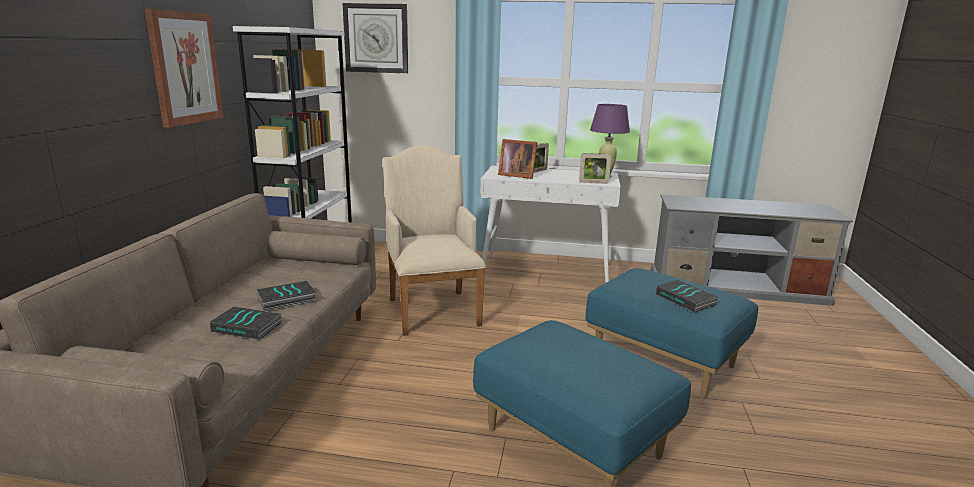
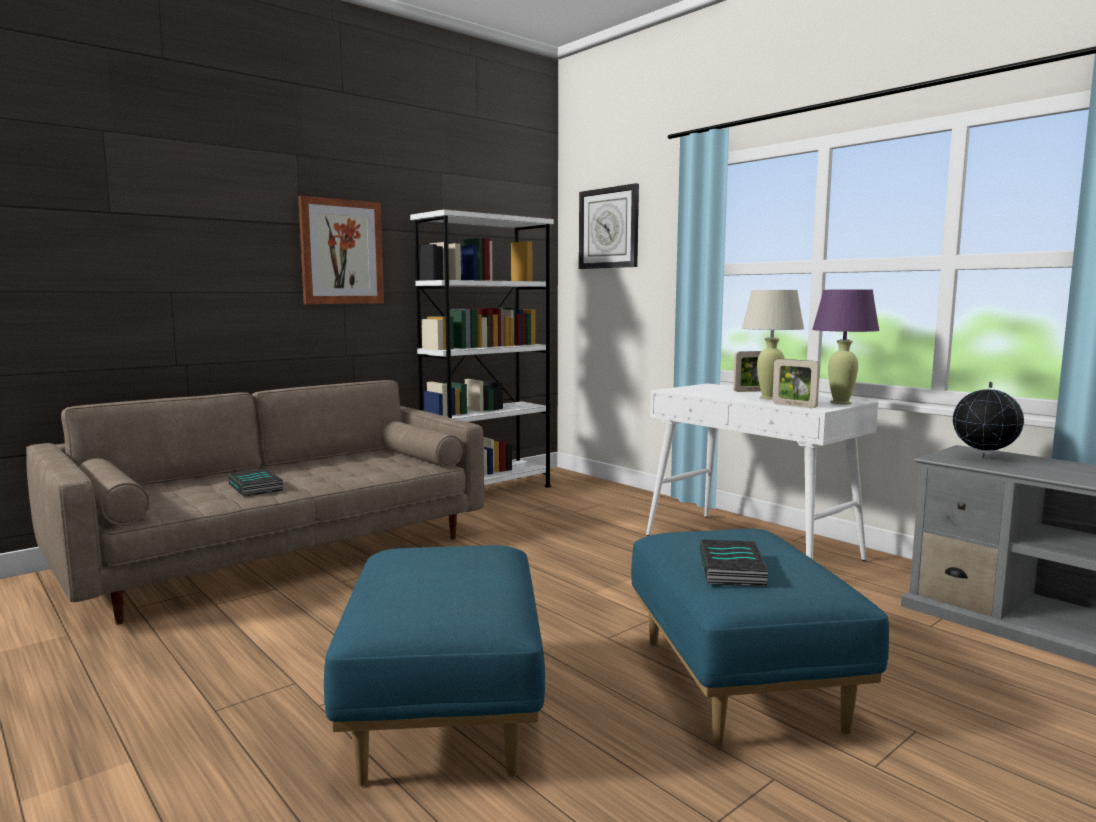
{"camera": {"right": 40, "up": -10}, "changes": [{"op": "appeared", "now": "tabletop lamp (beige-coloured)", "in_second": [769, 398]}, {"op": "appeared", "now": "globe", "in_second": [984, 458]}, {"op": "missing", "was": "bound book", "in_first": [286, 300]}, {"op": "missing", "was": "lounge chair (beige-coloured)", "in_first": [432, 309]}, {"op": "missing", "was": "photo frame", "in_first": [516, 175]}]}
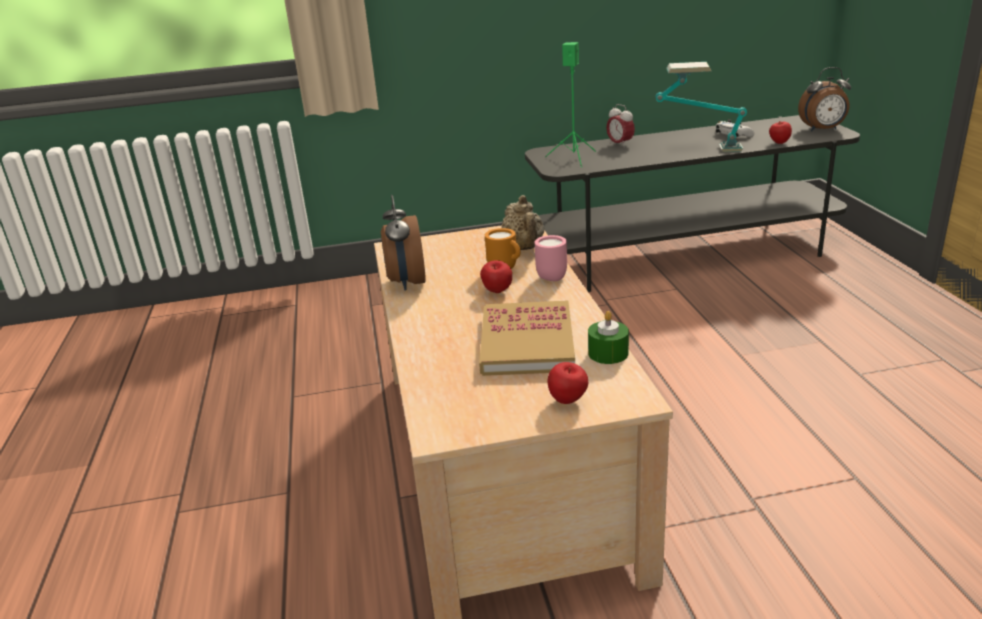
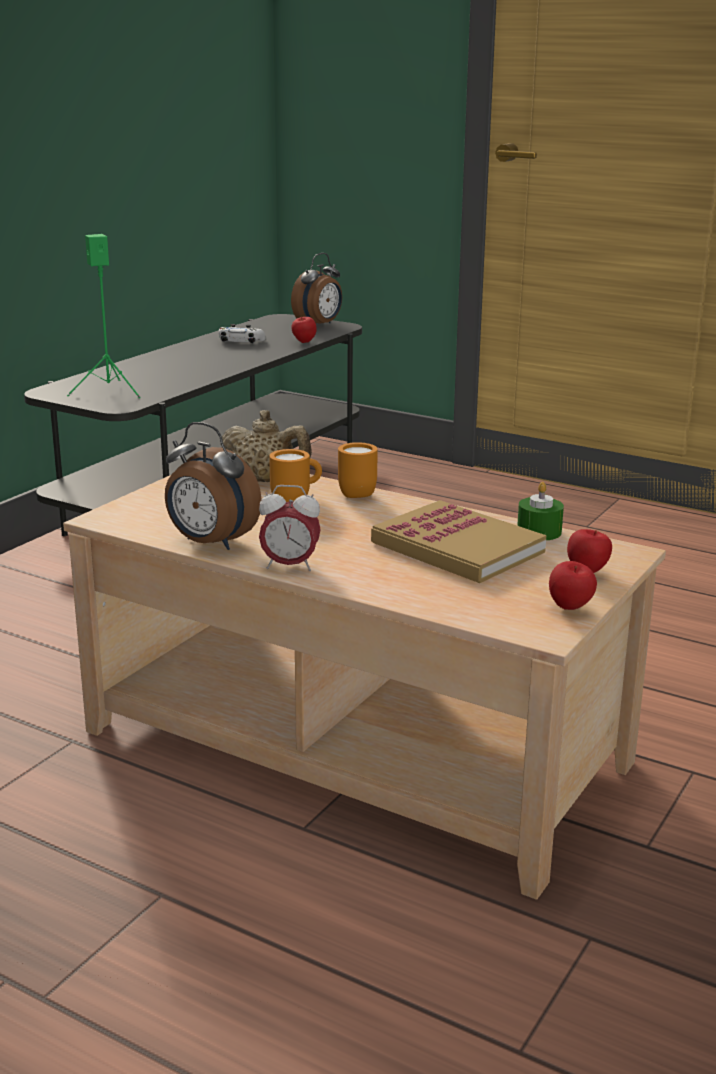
{"camera": {"right": -50, "up": -5}, "changes": [{"op": "relocated", "was": "alarm clock", "in_first": [620, 144], "in_second": [290, 566]}, {"op": "colour", "was": "tea mug (pinkish)", "now": "tea mug (orangey)", "in_first": [554, 276], "in_second": [355, 493]}, {"op": "relocated", "was": "apple", "in_first": [497, 292], "in_second": [570, 608]}, {"op": "missing", "was": "tabletop lamp", "in_first": [698, 150]}]}
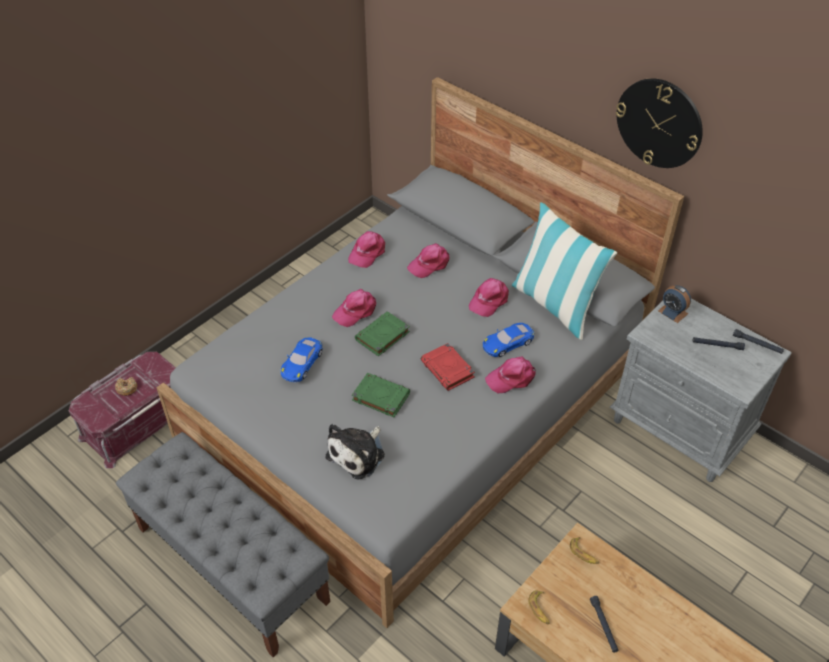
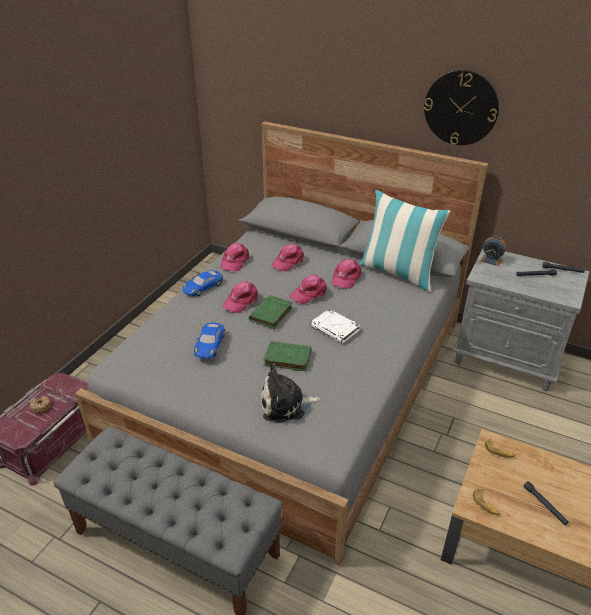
{"camera": {"right": -15, "up": -10}, "changes": [{"op": "relocated", "was": "miniature car (bluish)", "in_first": [508, 343], "in_second": [203, 286]}, {"op": "spun", "was": "soft toy", "in_first": [358, 454], "in_second": [286, 405], "clockwise": 60}, {"op": "relocated", "was": "peaked cap (pinkish)", "in_first": [511, 378], "in_second": [309, 293]}, {"op": "colour", "was": "bound book (reddish)", "now": "bound book (whitish)", "in_first": [448, 370], "in_second": [335, 329]}]}
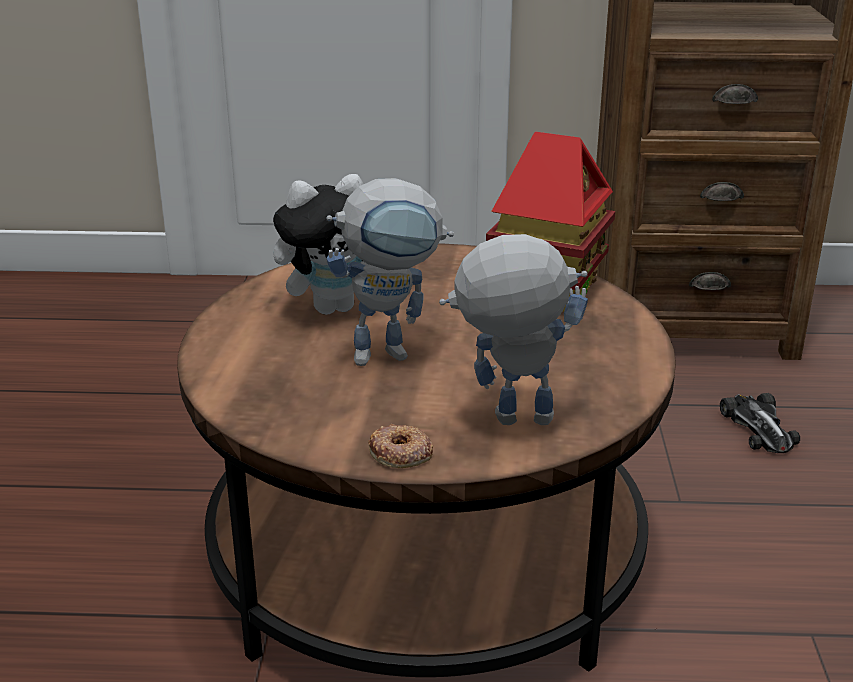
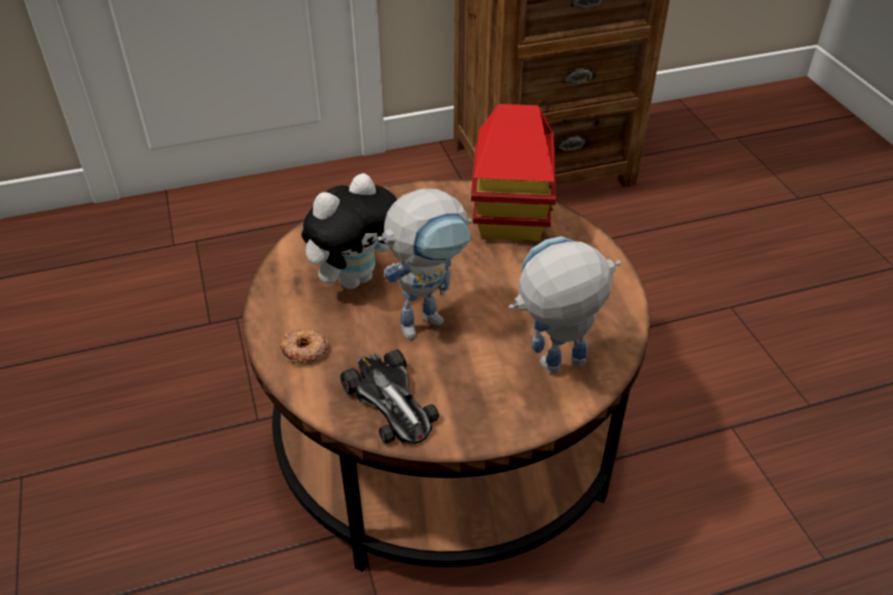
{"camera": {"right": -20, "up": 15}, "changes": [{"op": "relocated", "was": "donut", "in_first": [400, 453], "in_second": [304, 351]}, {"op": "relocated", "was": "miniature car", "in_first": [758, 428], "in_second": [390, 402]}]}
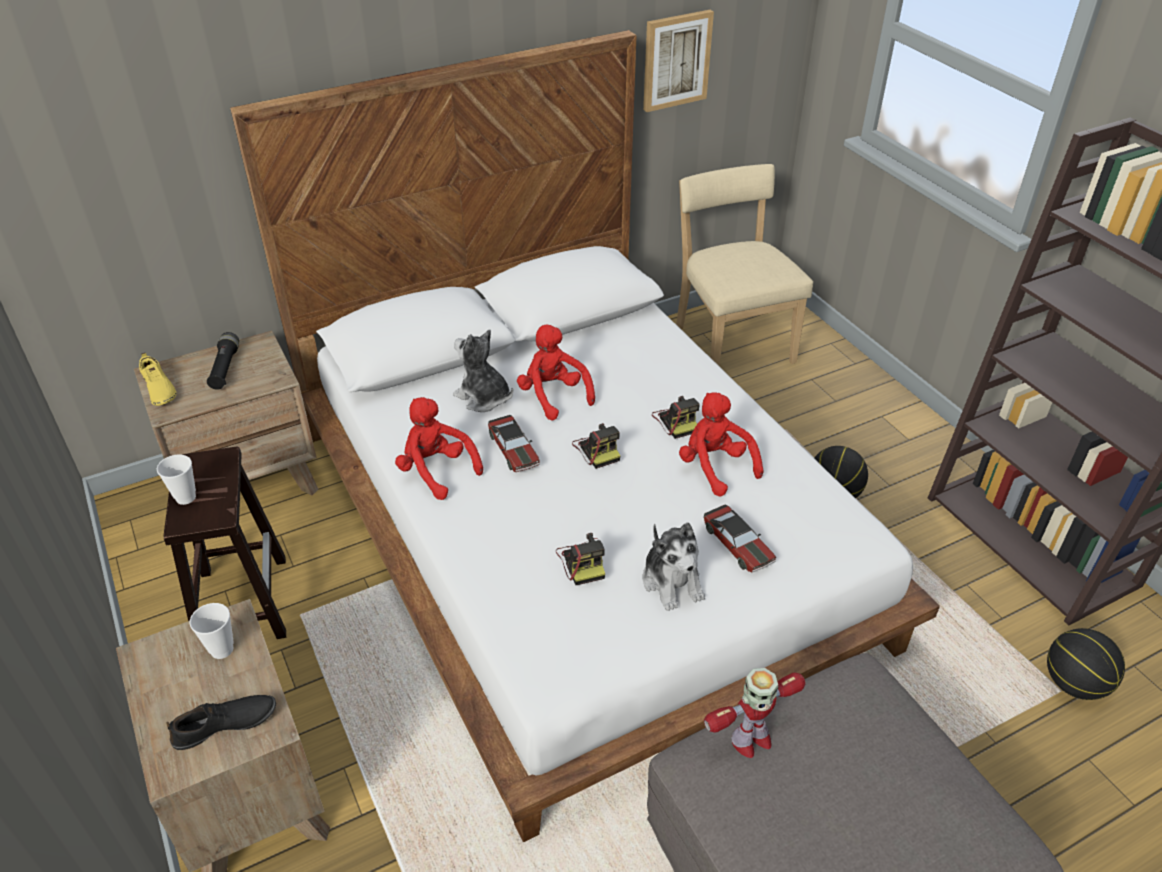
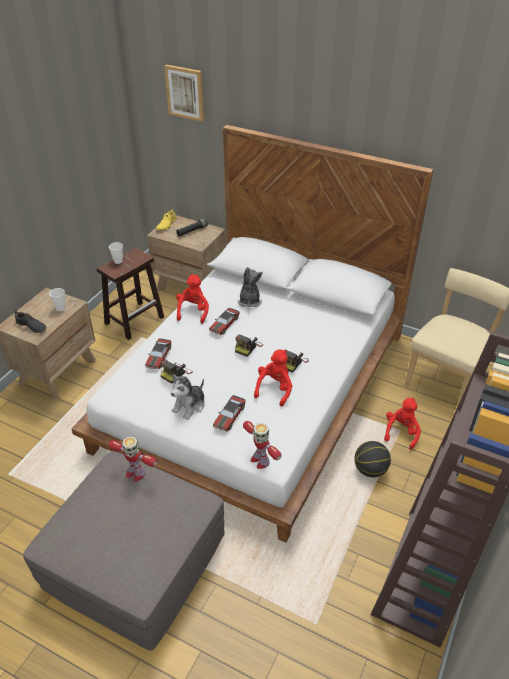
{"camera": {"right": 55, "up": 0}, "changes": [{"op": "appeared", "now": "miniature car", "in_second": [159, 357]}, {"op": "relocated", "was": "wall art", "in_first": [676, 60], "in_second": [185, 92]}, {"op": "appeared", "now": "robot figure", "in_second": [260, 460]}, {"op": "relocated", "was": "soft toy (reddish)", "in_first": [553, 396], "in_second": [401, 432]}, {"op": "missing", "was": "basketball", "in_first": [1074, 683]}]}
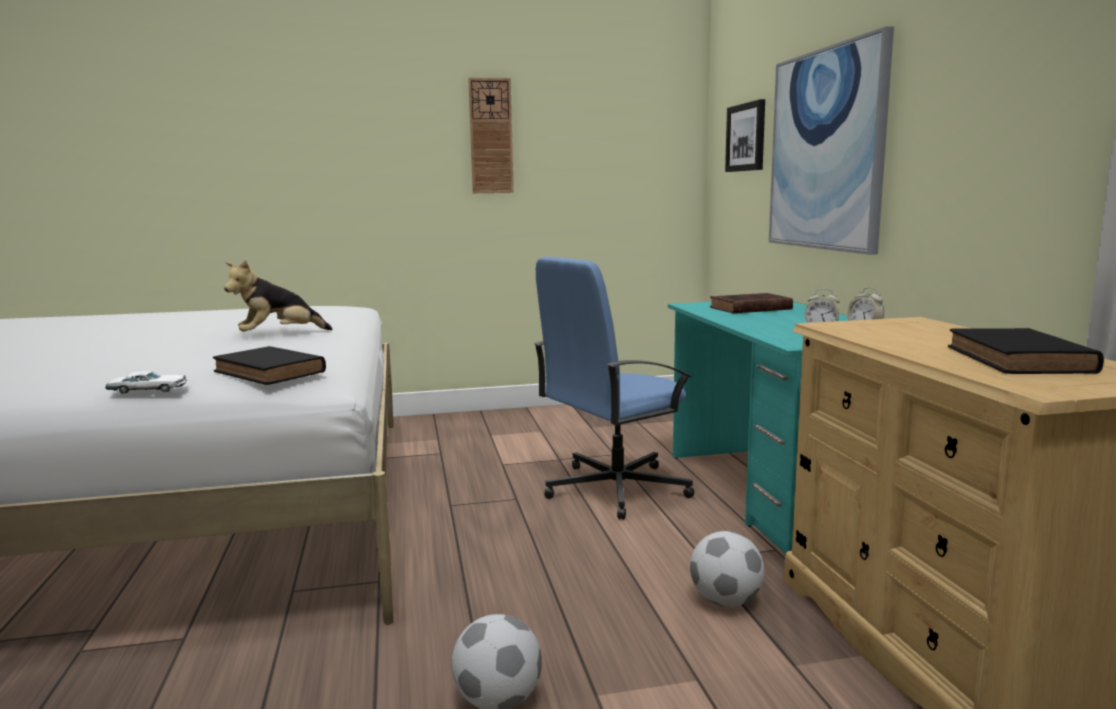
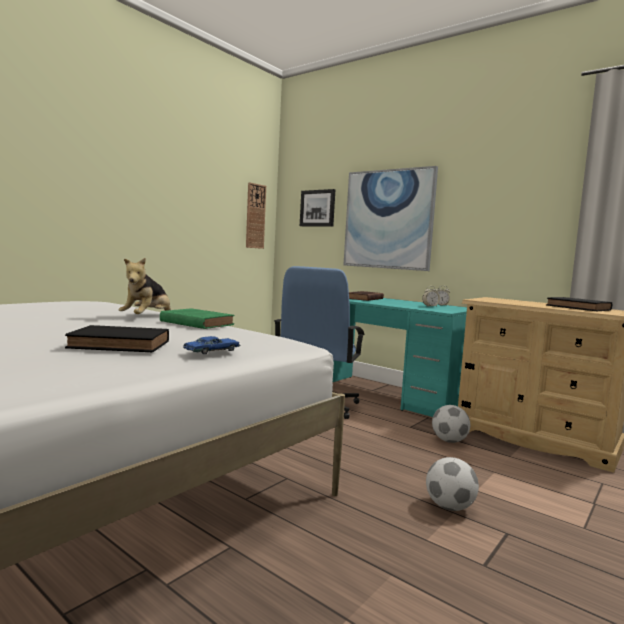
{"camera": {"right": -40, "up": -5}, "changes": [{"op": "relocated", "was": "bound book (black)", "in_first": [271, 372], "in_second": [122, 345]}, {"op": "appeared", "now": "bound book (green-coloured)", "in_second": [195, 323]}, {"op": "colour", "was": "miniature car (whitish)", "now": "miniature car (bluish)", "in_first": [148, 390], "in_second": [212, 351]}, {"op": "relocated", "was": "clock on the wall", "in_first": [491, 136], "in_second": [255, 216]}]}
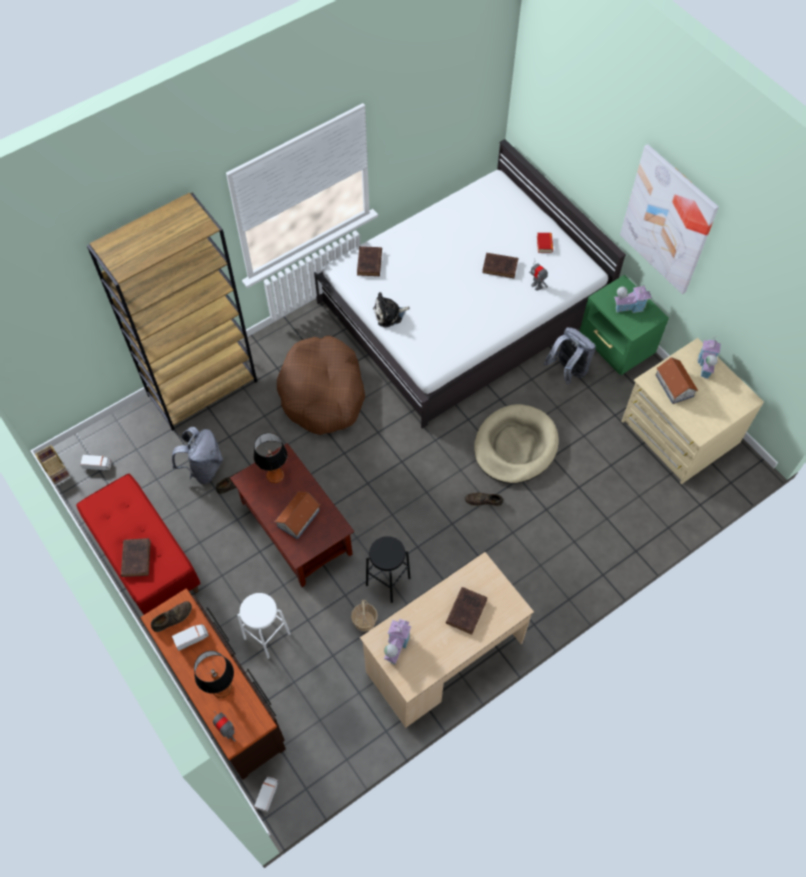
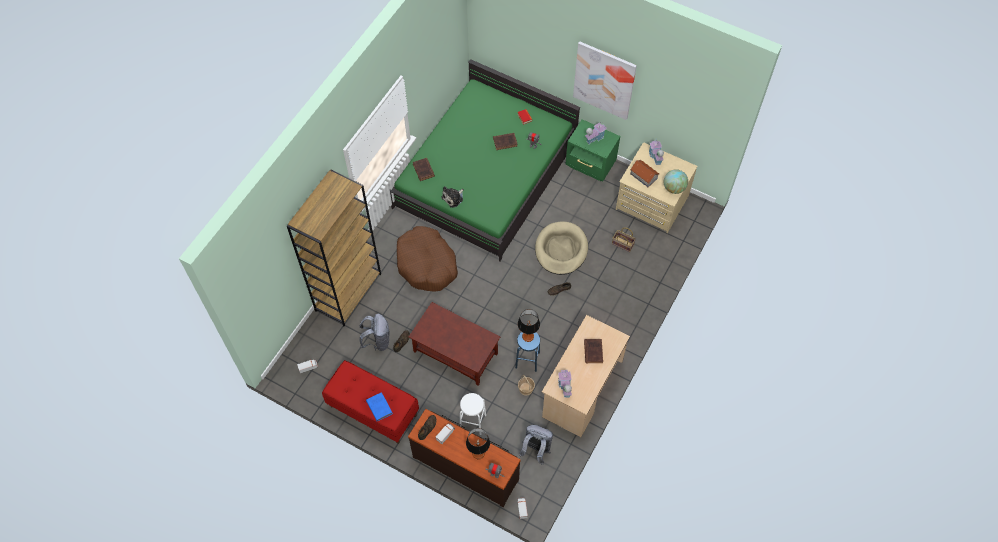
{"camera": {"right": -25, "up": 0}, "changes": [{"op": "colour", "was": "bound book (brown)", "now": "bound book (bluish)", "in_first": [136, 557], "in_second": [379, 407]}, {"op": "colour", "was": "sleeping bed (whitish)", "now": "sleeping bed (green-coloured)", "in_first": [463, 307], "in_second": [485, 175]}, {"op": "colour", "was": "sitting stool (black)", "now": "sitting stool (bluish)", "in_first": [388, 581], "in_second": [527, 360]}, {"op": "relocated", "was": "tabletop lamp", "in_first": [274, 475], "in_second": [527, 336]}, {"op": "relocated", "was": "backpack (grey)", "in_first": [567, 370], "in_second": [536, 450]}, {"op": "relocated", "was": "household basket", "in_first": [54, 469], "in_second": [622, 244]}, {"op": "appeared", "now": "globe", "in_second": [674, 188]}, {"op": "missing", "was": "model house", "in_first": [298, 518]}]}
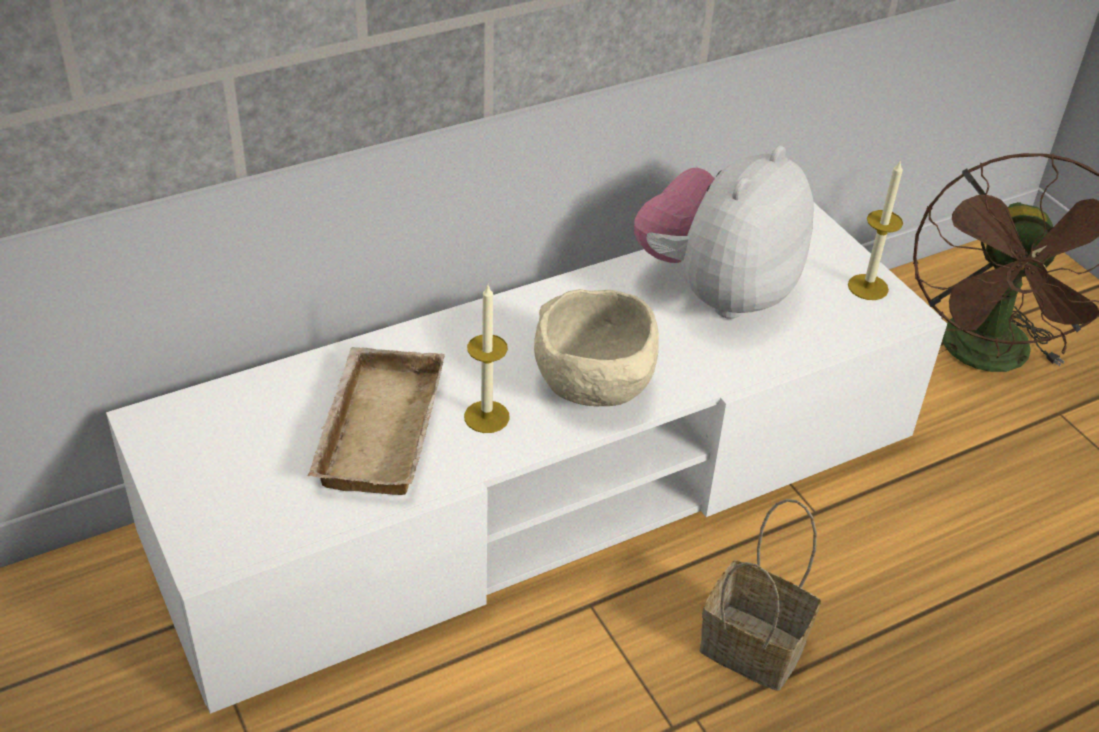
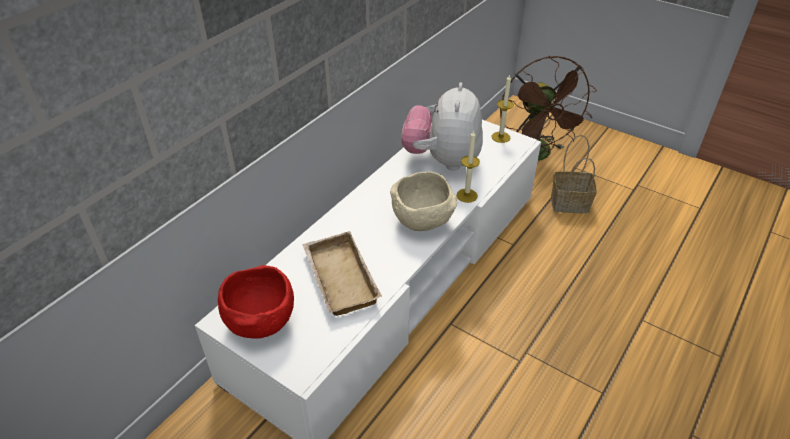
{"camera": {"right": -25, "up": 0}, "changes": [{"op": "appeared", "now": "deep dish (reddish)", "in_second": [261, 321]}, {"op": "relocated", "was": "wax light", "in_first": [486, 417], "in_second": [467, 195]}, {"op": "relocated", "was": "household basket", "in_first": [748, 647], "in_second": [568, 203]}]}
